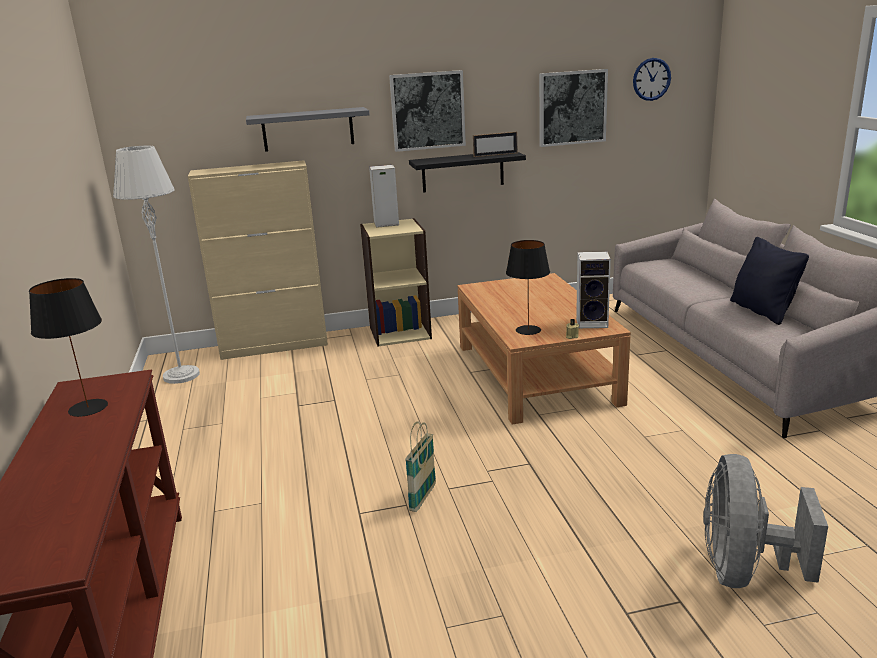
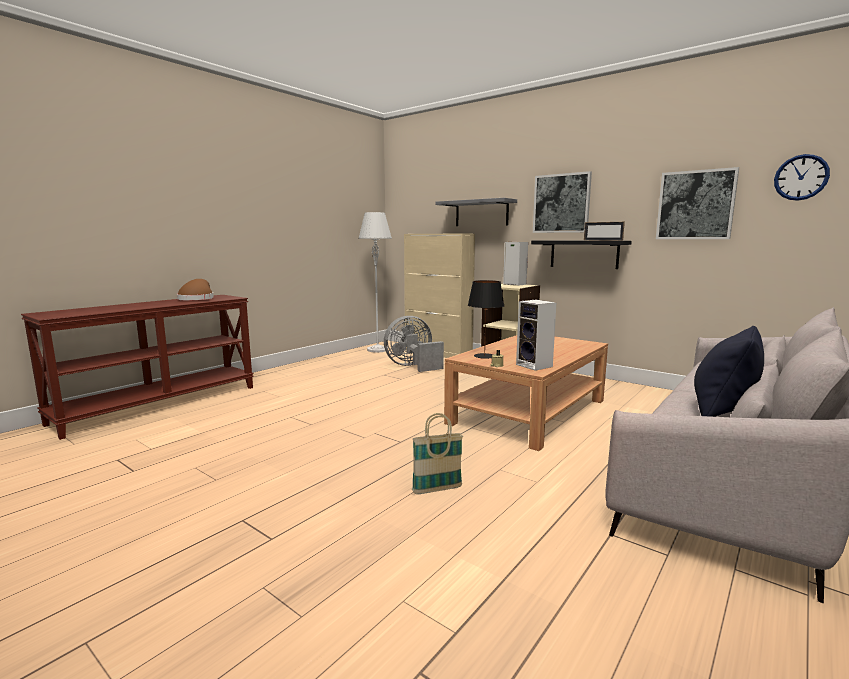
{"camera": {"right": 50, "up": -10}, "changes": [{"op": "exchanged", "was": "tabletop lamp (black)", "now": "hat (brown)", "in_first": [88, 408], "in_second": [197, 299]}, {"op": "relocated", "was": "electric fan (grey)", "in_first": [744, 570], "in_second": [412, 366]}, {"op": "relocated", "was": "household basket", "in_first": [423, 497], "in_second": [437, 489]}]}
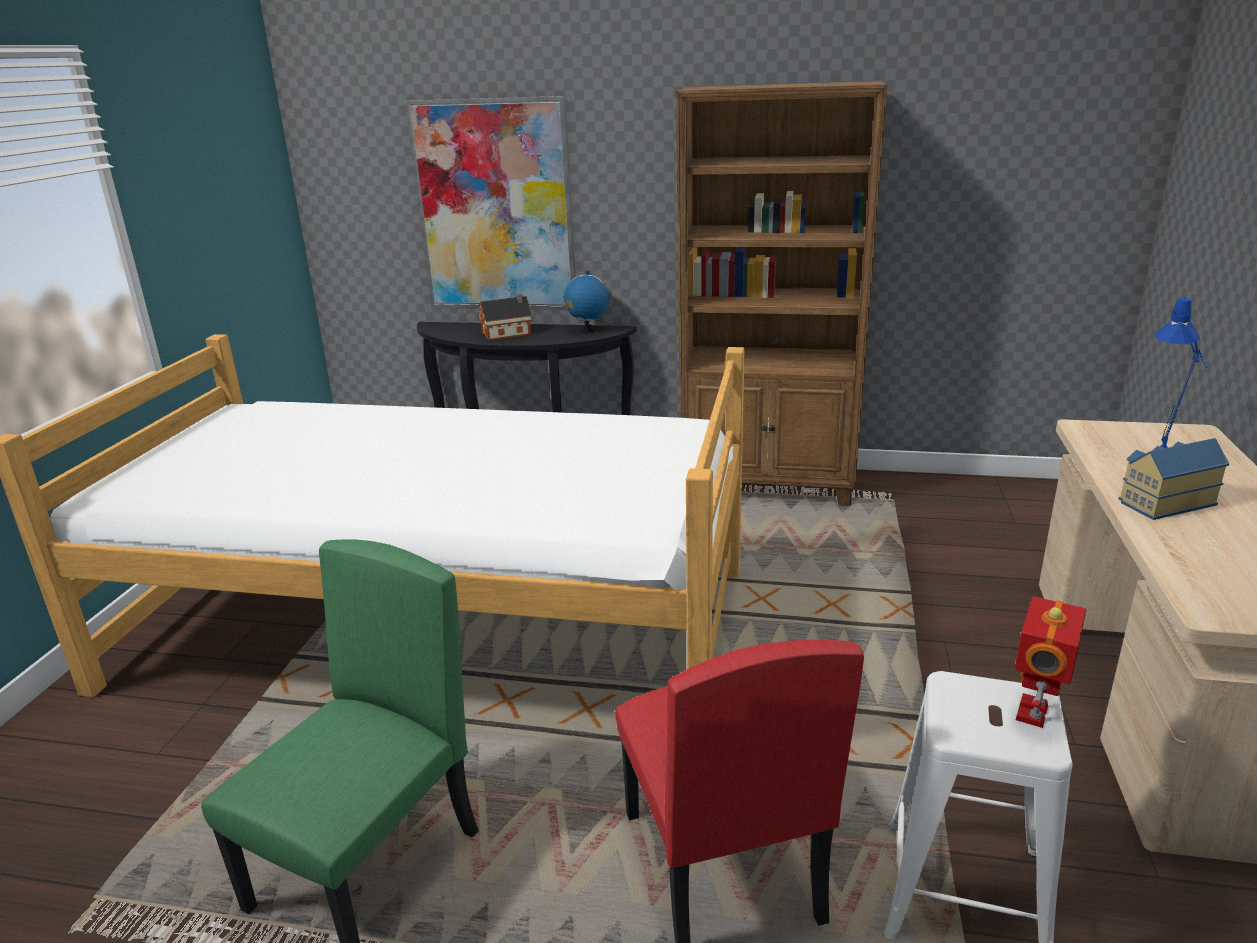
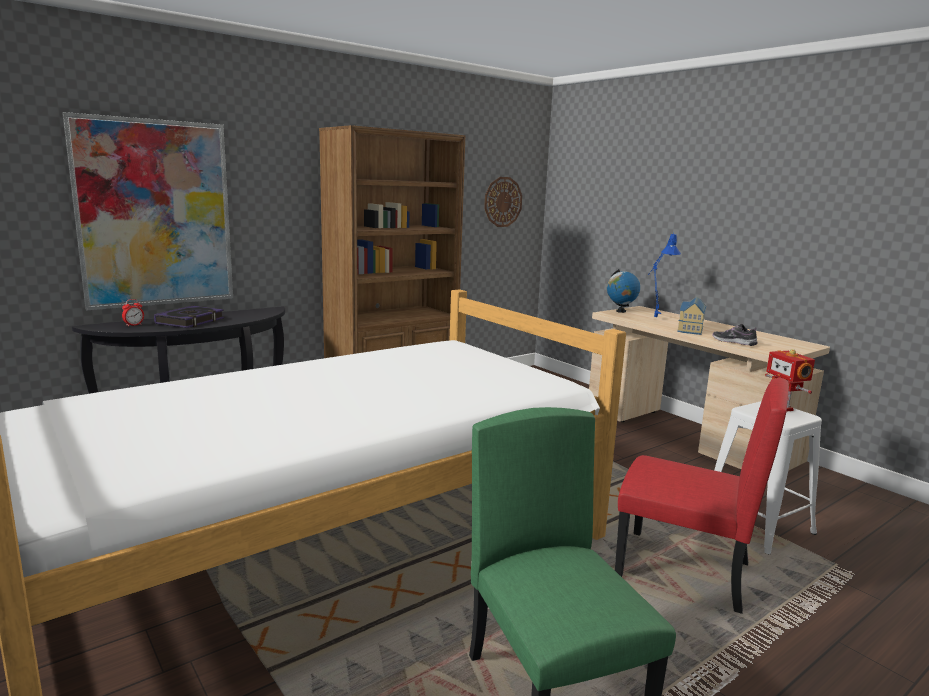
{"camera": {"right": -50, "up": -10}, "changes": [{"op": "appeared", "now": "alarm clock", "in_second": [134, 325]}, {"op": "exchanged", "was": "model house", "now": "bound book", "in_first": [508, 333], "in_second": [190, 321]}, {"op": "appeared", "now": "clock on the wall", "in_second": [502, 202]}, {"op": "relocated", "was": "globe", "in_first": [588, 330], "in_second": [620, 311]}, {"op": "appeared", "now": "shoe", "in_second": [734, 342]}]}
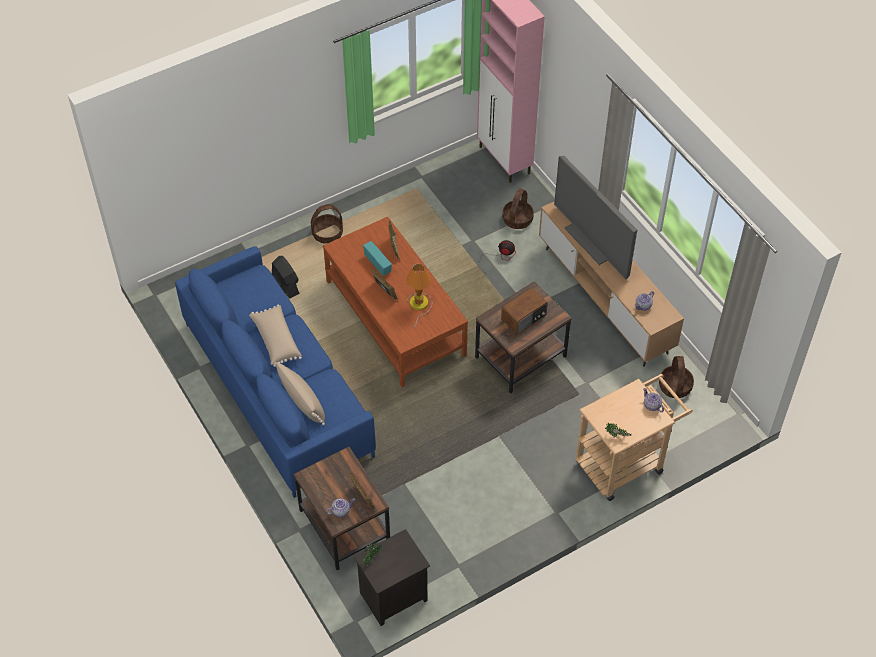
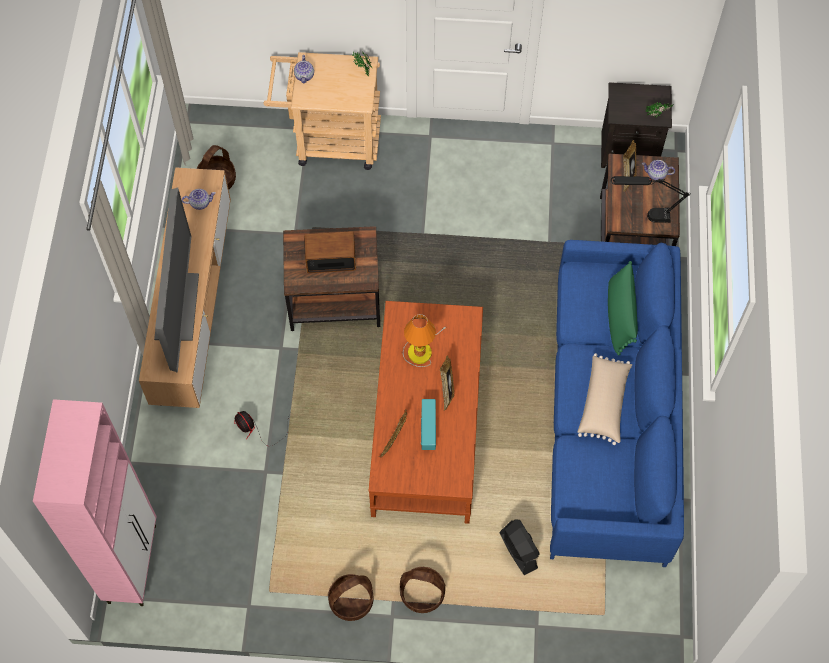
{"camera": {"right": -145, "up": 10}, "changes": [{"op": "relocated", "was": "household basket", "in_first": [517, 219], "in_second": [351, 600]}, {"op": "spun", "was": "electric fan (black)", "in_first": [285, 284], "in_second": [518, 550], "clockwise": 150}, {"op": "colour", "was": "throw pillow (beige-coloured)", "now": "throw pillow (green-coloured)", "in_first": [302, 401], "in_second": [619, 316]}, {"op": "appeared", "now": "tabletop lamp (black)", "in_second": [643, 215]}]}
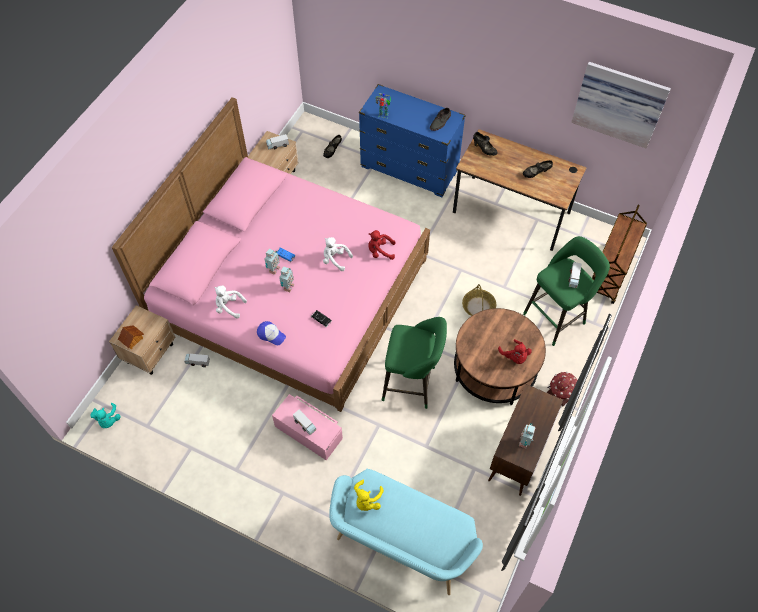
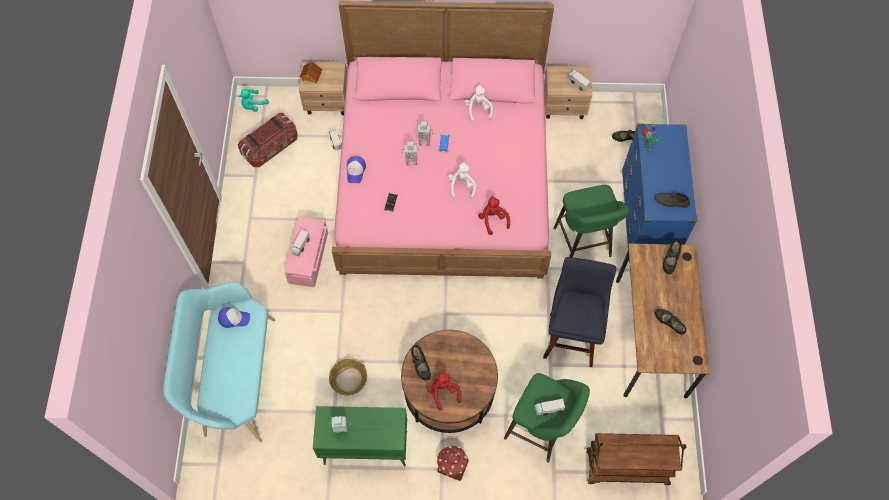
{"camera": {"right": 65, "up": 5}, "changes": [{"op": "exchanged", "was": "soft toy (yellow)", "now": "peaked cap", "in_first": [367, 500], "in_second": [234, 318]}, {"op": "appeared", "now": "storage bin", "in_second": [271, 147]}, {"op": "colour", "was": "storage cabinet (brown)", "now": "storage cabinet (green-coloured)", "in_first": [518, 455], "in_second": [364, 447]}, {"op": "relocated", "was": "household basket", "in_first": [478, 307], "in_second": [348, 379]}, {"op": "appeared", "now": "shoe (black)", "in_second": [420, 366]}, {"op": "spun", "was": "soft toy (reddish)", "in_first": [514, 357], "in_second": [443, 392], "clockwise": 120}, {"op": "relocated", "was": "soft toy (whitish)", "in_first": [229, 307], "in_second": [478, 110]}, {"op": "appeared", "now": "sitting stool (bluish)", "in_second": [571, 335]}, {"op": "relocated", "was": "sitting stool (green-coloured)", "in_first": [412, 384], "in_second": [583, 245]}, {"op": "missing", "was": "wall art", "in_first": [620, 103]}]}
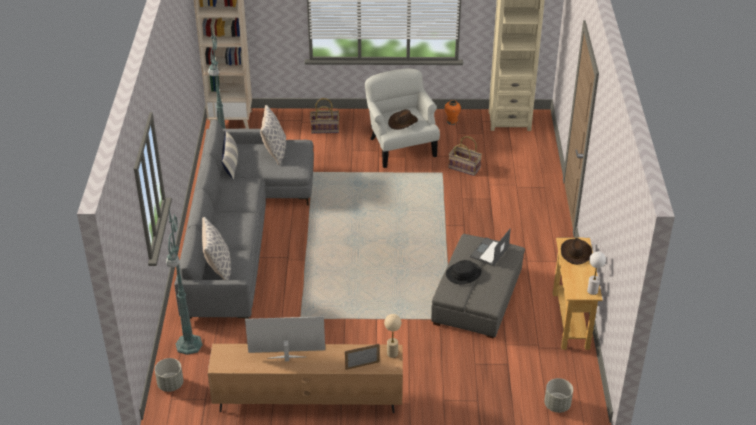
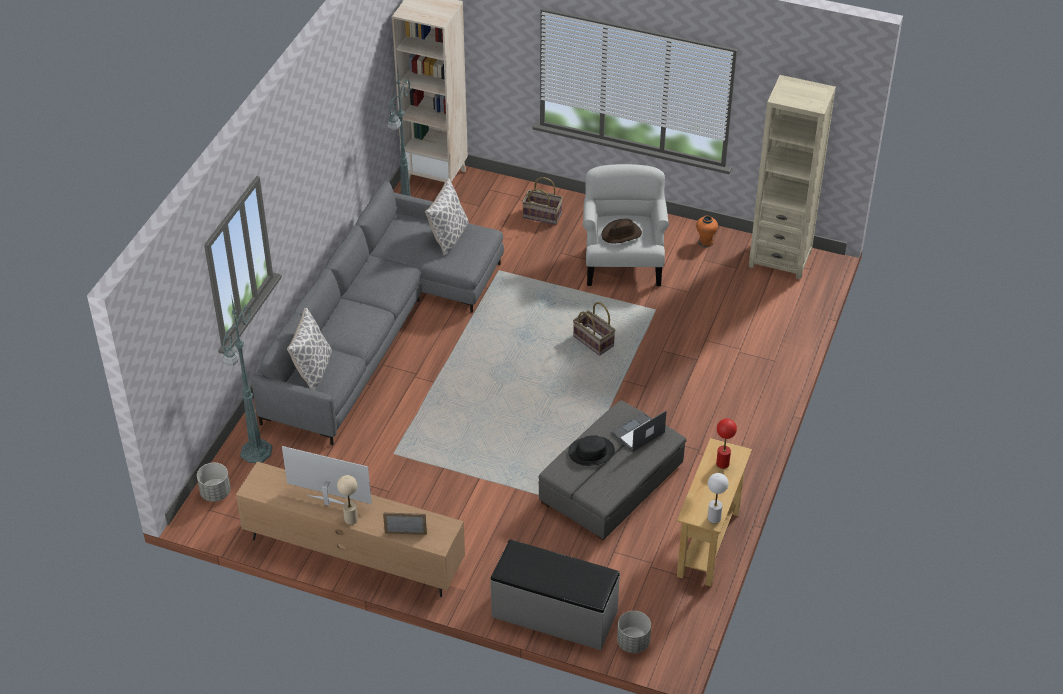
{"camera": {"right": 20, "up": 5}, "changes": [{"op": "relocated", "was": "tabletop lamp (beige-coloured)", "in_first": [392, 353], "in_second": [350, 519]}, {"op": "appeared", "now": "long seat (grey)", "in_second": [554, 614]}, {"op": "relocated", "was": "household basket", "in_first": [464, 167], "in_second": [594, 341]}, {"op": "exchanged", "was": "hat (brown)", "now": "tabletop lamp (reddish)", "in_first": [575, 252], "in_second": [722, 463]}, {"op": "missing", "was": "throw pillow", "in_first": [230, 163]}]}
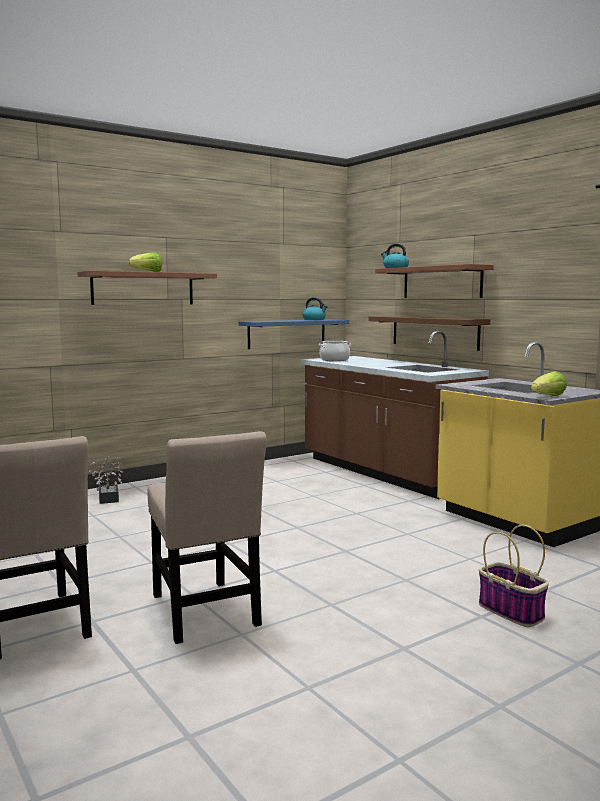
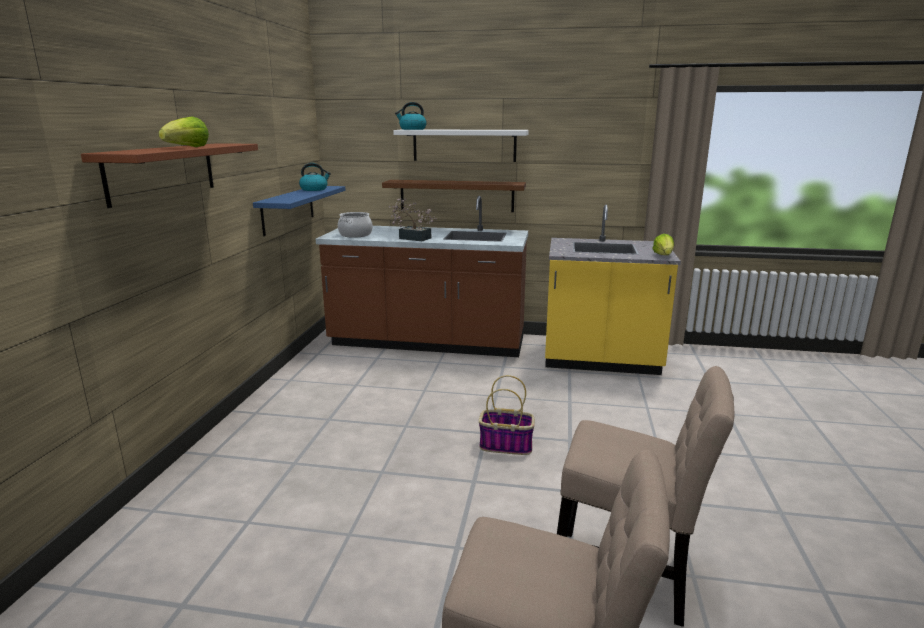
{"camera": {"right": -45, "up": 10}, "changes": [{"op": "relocated", "was": "potted plant", "in_first": [109, 497], "in_second": [412, 238]}, {"op": "colour", "was": "wall shelf (brown)", "now": "wall shelf (whitish)", "in_first": [441, 282], "in_second": [464, 145]}, {"op": "relocated", "was": "household basket", "in_first": [512, 612], "in_second": [506, 445]}]}
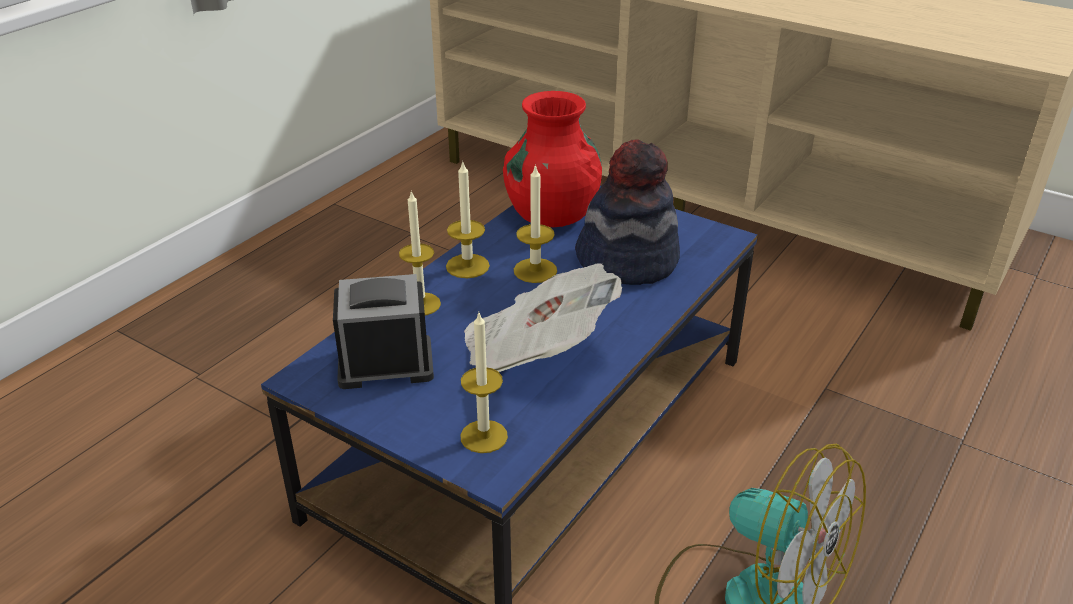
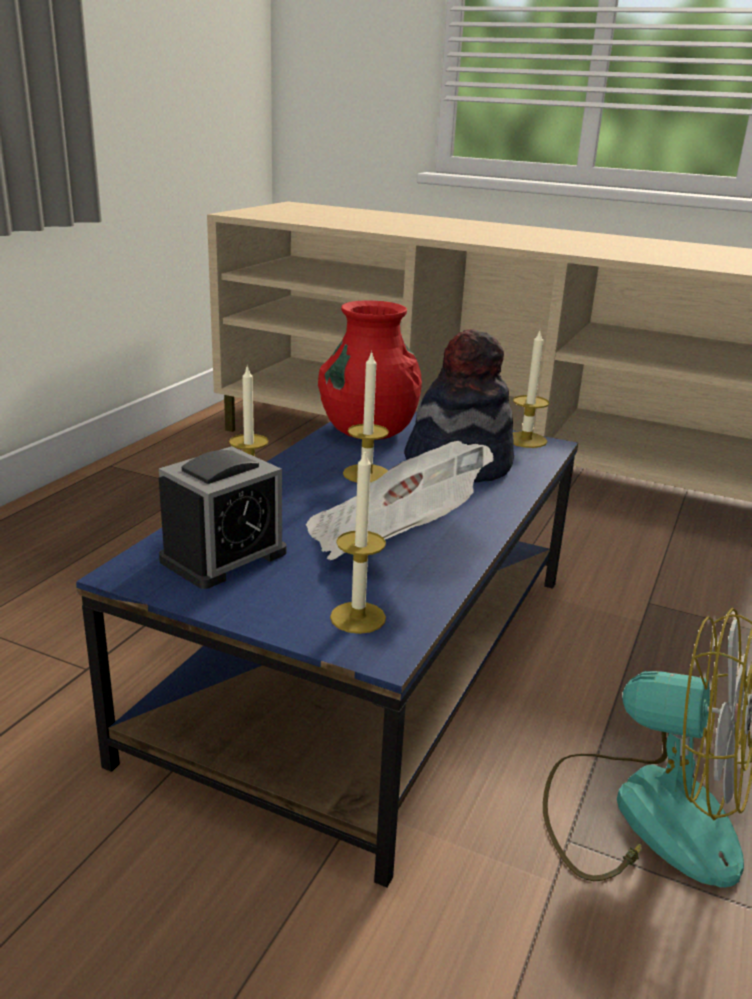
{"camera": {"right": -10, "up": -10}, "changes": [{"op": "spun", "was": "alarm clock", "in_first": [386, 364], "in_second": [224, 556], "clockwise": 150}, {"op": "relocated", "was": "wax light", "in_first": [467, 266], "in_second": [526, 440]}]}
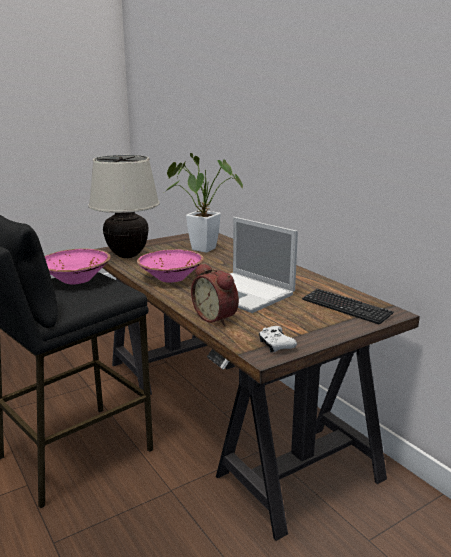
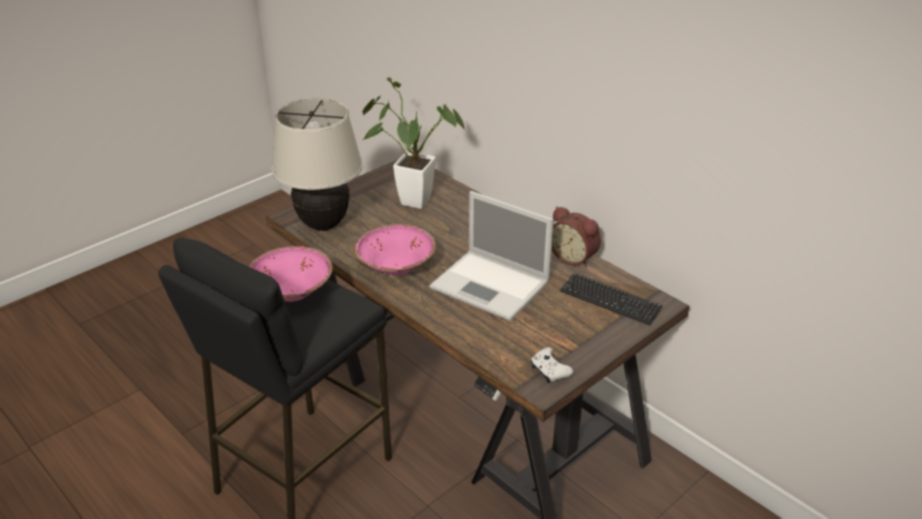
{"camera": {"right": -10, "up": 15}, "changes": [{"op": "relocated", "was": "alarm clock", "in_first": [217, 317], "in_second": [574, 257]}]}
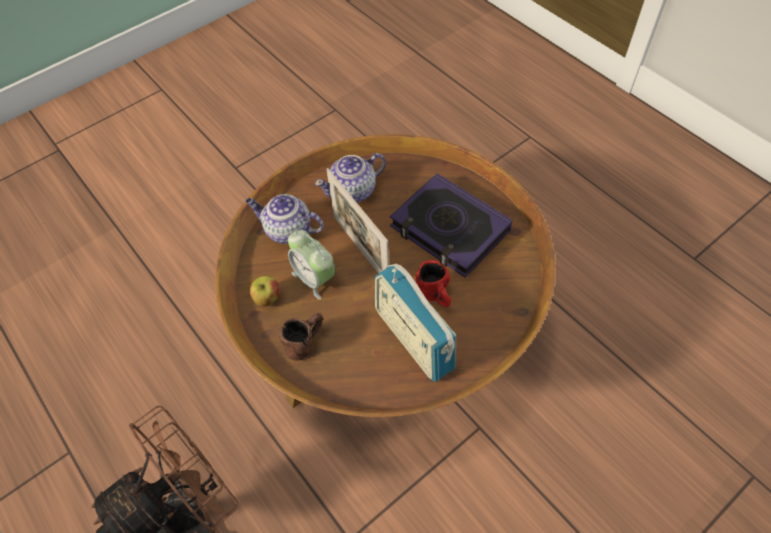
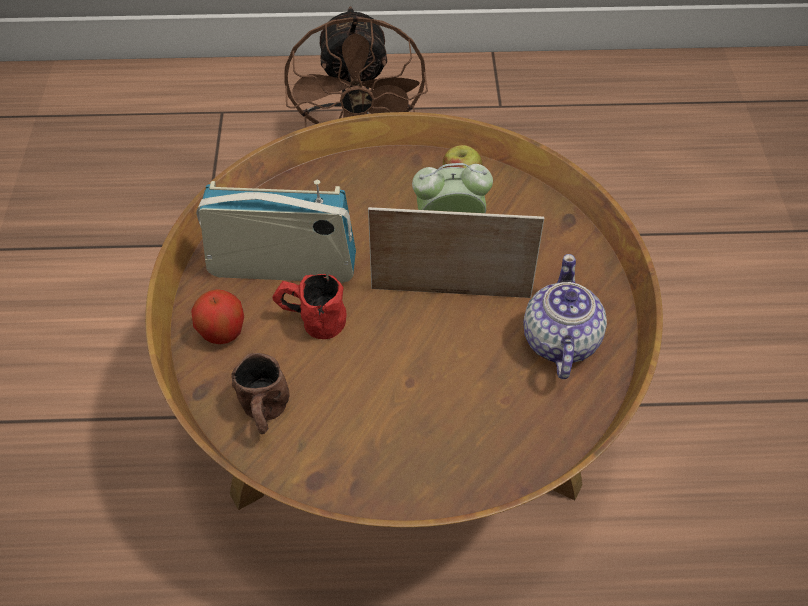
{"camera": {"right": 125, "up": -5}, "changes": [{"op": "appeared", "now": "apple", "in_second": [222, 332]}, {"op": "relocated", "was": "tea mug (brown)", "in_first": [306, 341], "in_second": [265, 415]}, {"op": "missing", "was": "teapot", "in_first": [287, 231]}, {"op": "missing", "was": "bound book", "in_first": [449, 229]}]}
